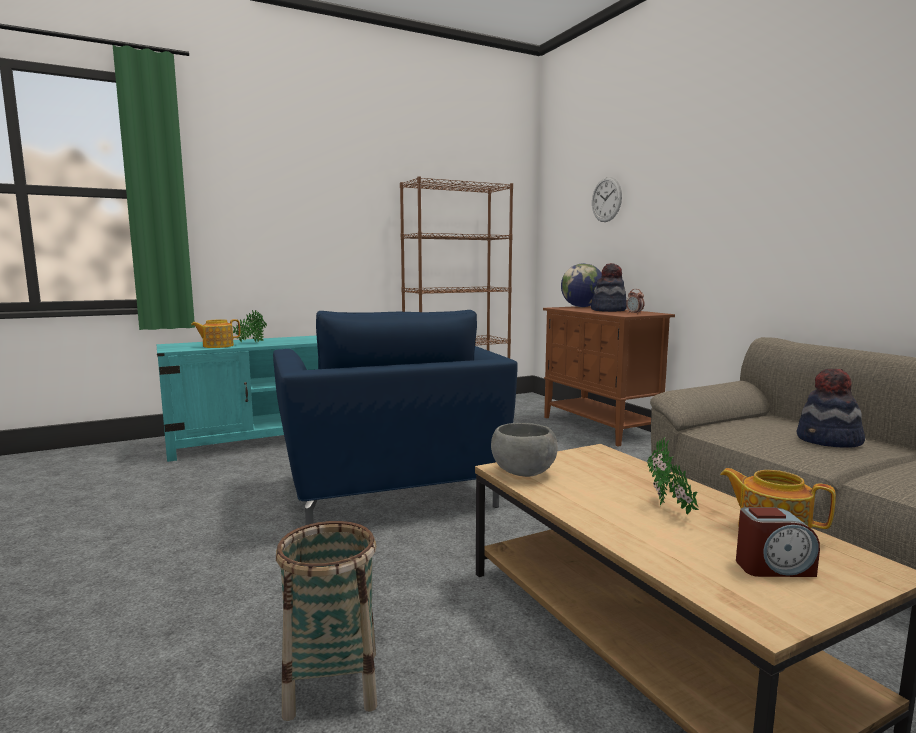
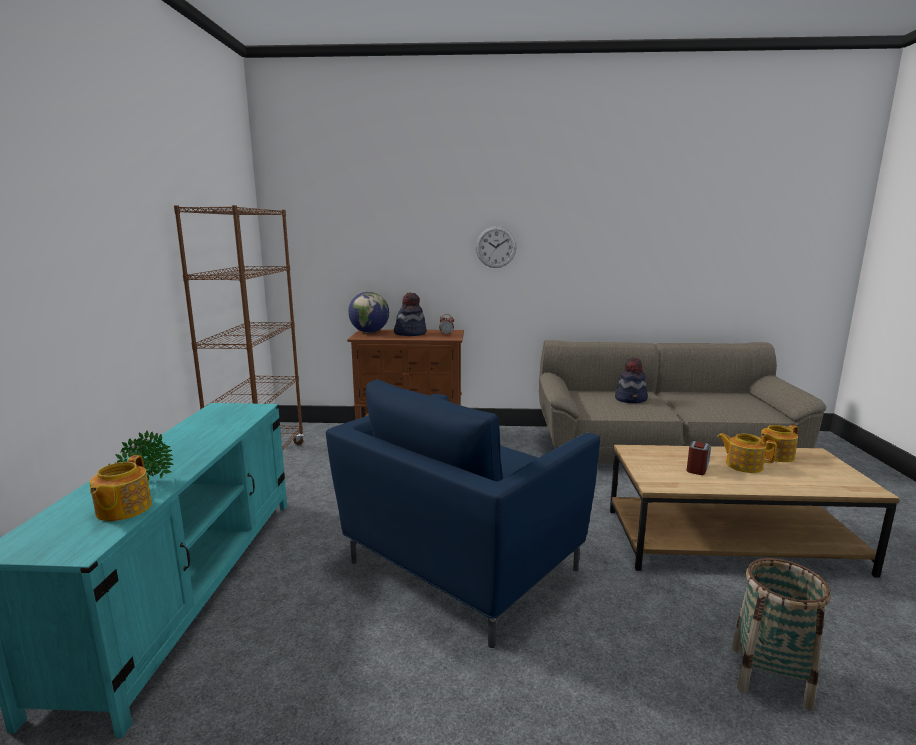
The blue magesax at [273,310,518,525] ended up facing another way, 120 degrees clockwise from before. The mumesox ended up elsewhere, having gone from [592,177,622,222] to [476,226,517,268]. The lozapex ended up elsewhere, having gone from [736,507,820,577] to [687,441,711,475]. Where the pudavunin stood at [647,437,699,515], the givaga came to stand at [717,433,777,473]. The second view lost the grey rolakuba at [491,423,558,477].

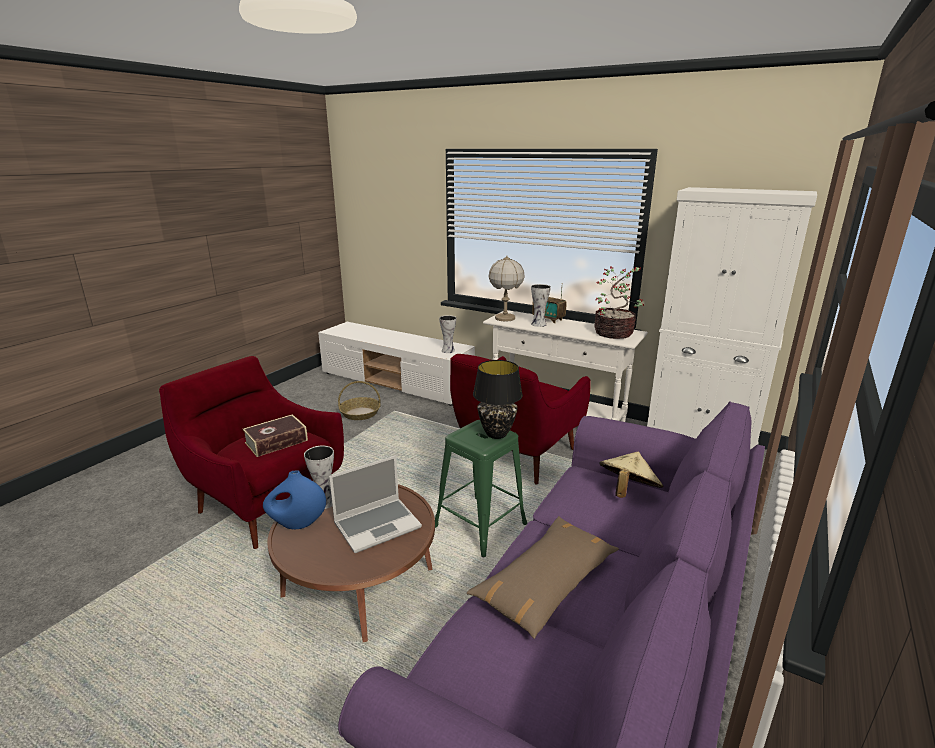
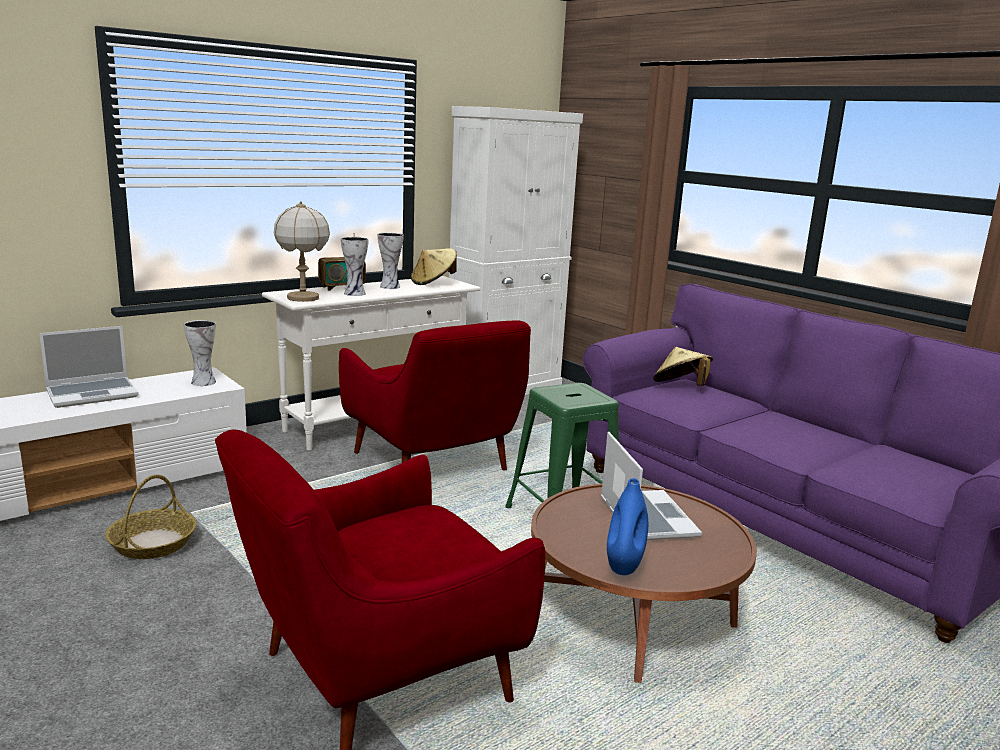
The second view gained the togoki at [39,326,139,408]. The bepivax ended up elsewhere, having gone from [304,446,334,509] to [377,233,404,289]. Where the pudavunin stood at [594,266,644,339], the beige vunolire came to stand at [411,248,457,285]. The second view lost the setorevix at [243,414,308,457]. The second view lost the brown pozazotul at [467,516,619,639]. The second view lost the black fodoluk at [473,360,523,439].

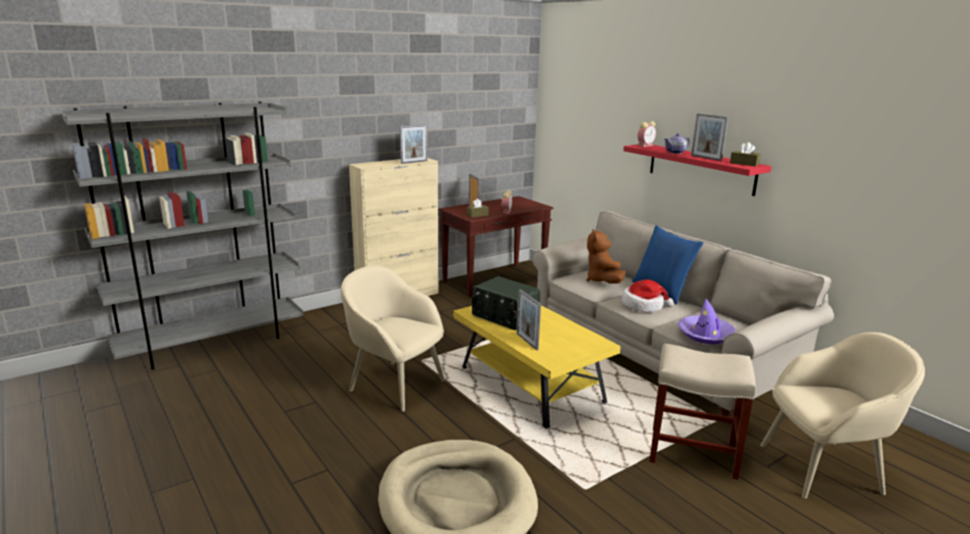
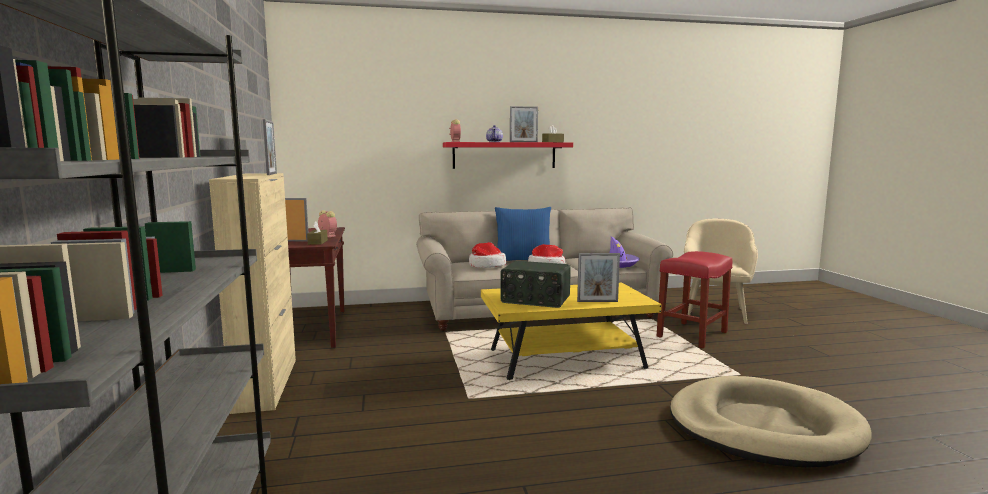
Where the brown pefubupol stood at [587,229,626,284], the vunolire came to stand at [469,242,506,268]. The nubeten at [472,276,541,330] ended up facing another way, 45 degrees clockwise from before. What was the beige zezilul at [649,343,756,480] turned into the red zezilul at [656,251,733,348]. The second view lost the beige magesax at [341,265,445,412].

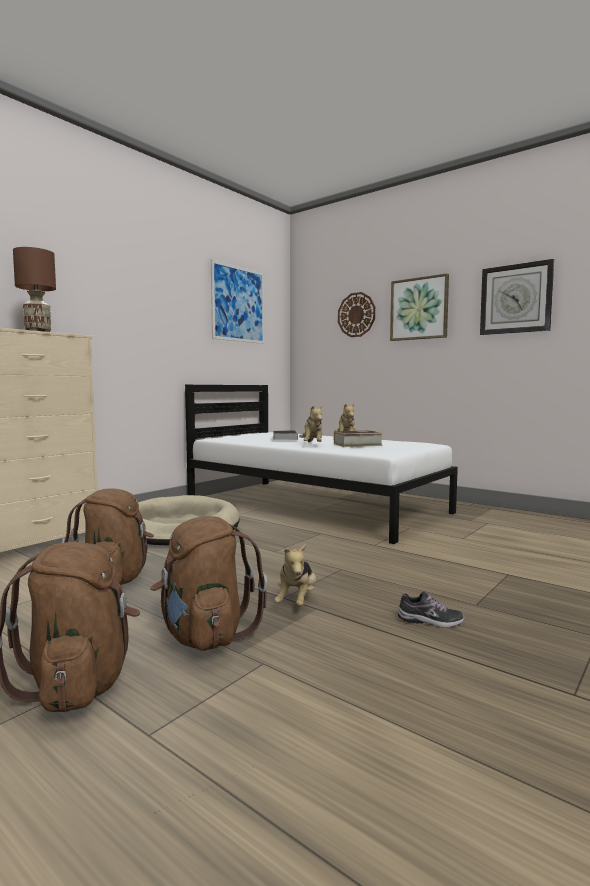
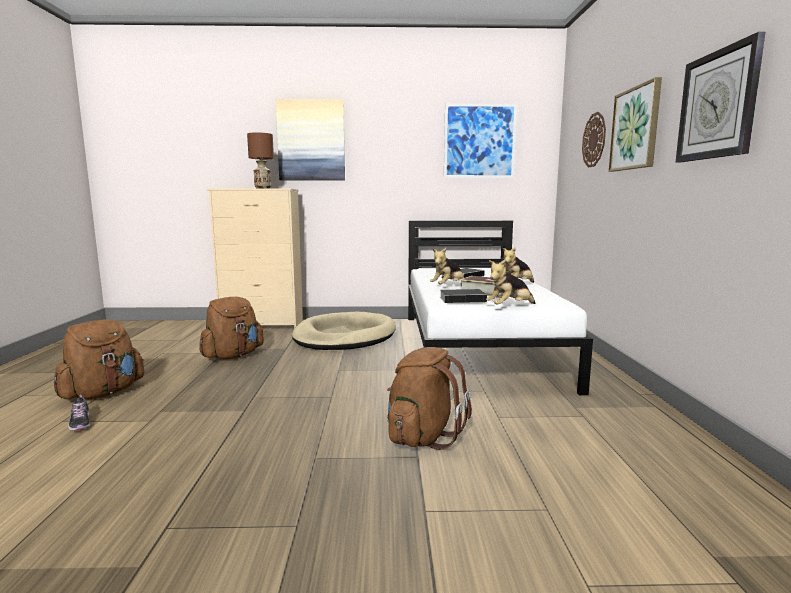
The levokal ended up elsewhere, having gone from [398,591,465,628] to [68,395,90,431]. The second view gained the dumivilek at [276,99,345,181]. The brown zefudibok ended up elsewhere, having gone from [150,516,268,651] to [387,347,472,450]. The second view gained the setorevix at [440,289,492,303]. The pefubupol ended up elsewhere, having gone from [274,544,316,607] to [486,260,535,305].

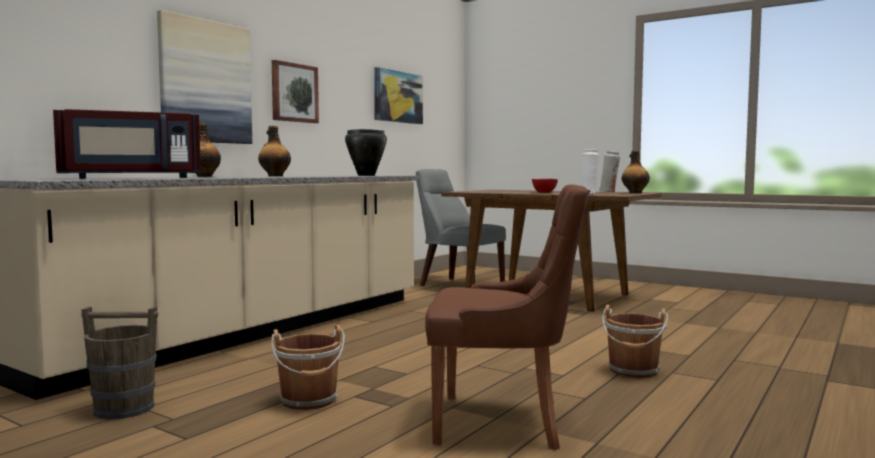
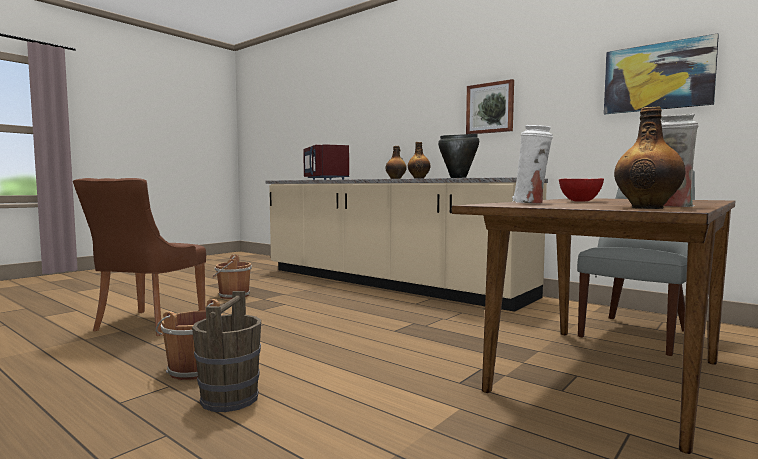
The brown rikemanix ended up elsewhere, having gone from [81,306,158,420] to [192,291,261,412]. The second view lost the dumivilek at [157,10,252,144].

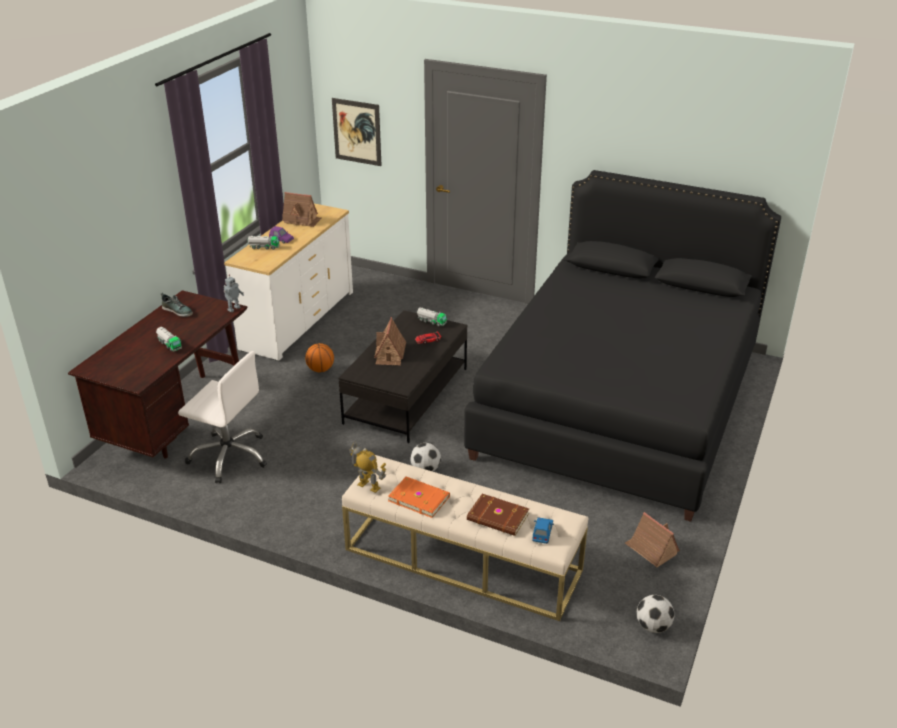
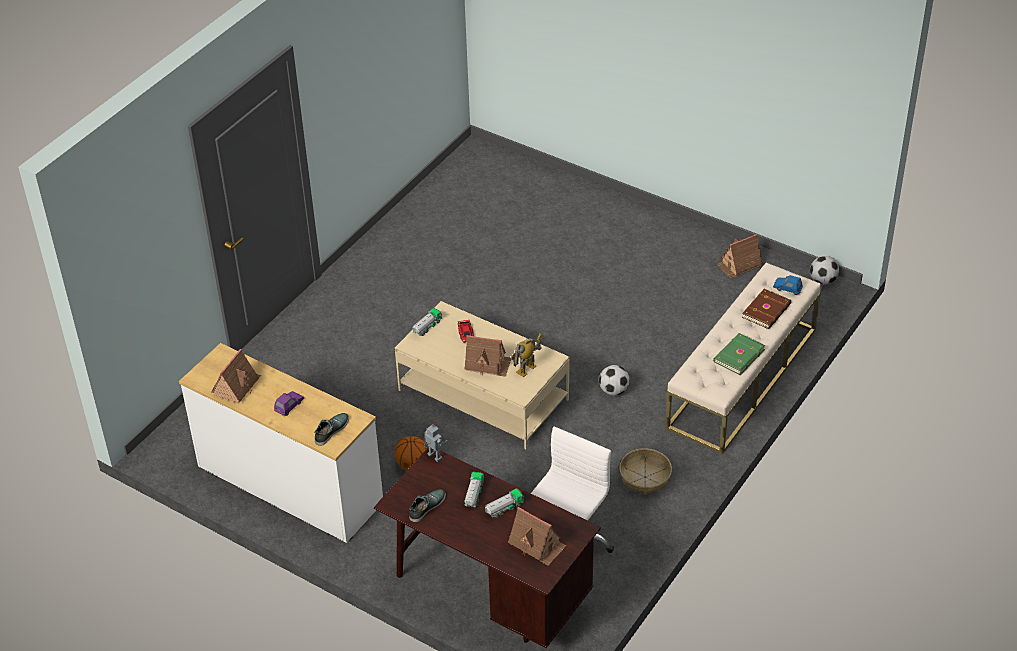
The second view gained the levokal at [314,413,349,446]. What was the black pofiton at [338,310,467,443] turned into the beige pofiton at [395,301,570,450]. The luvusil ended up elsewhere, having gone from [248,235,279,250] to [464,472,485,508]. The second view gained the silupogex at [508,507,566,565]. The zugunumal ended up elsewhere, having gone from [349,442,386,493] to [511,333,543,377]. The second view gained the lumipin at [619,448,672,495]. What was the orange setorevix at [388,476,450,518] turned into the green setorevix at [713,333,765,375]. The second view lost the dumivilek at [332,98,382,166]. The second view lost the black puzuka at [464,170,781,522].

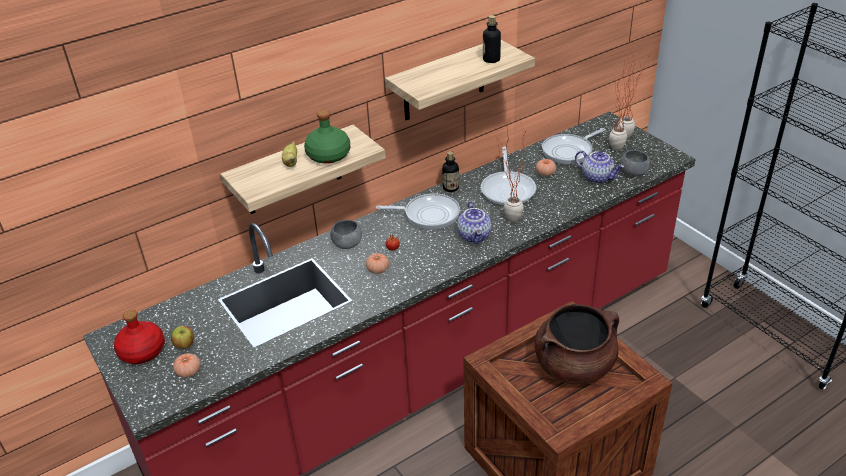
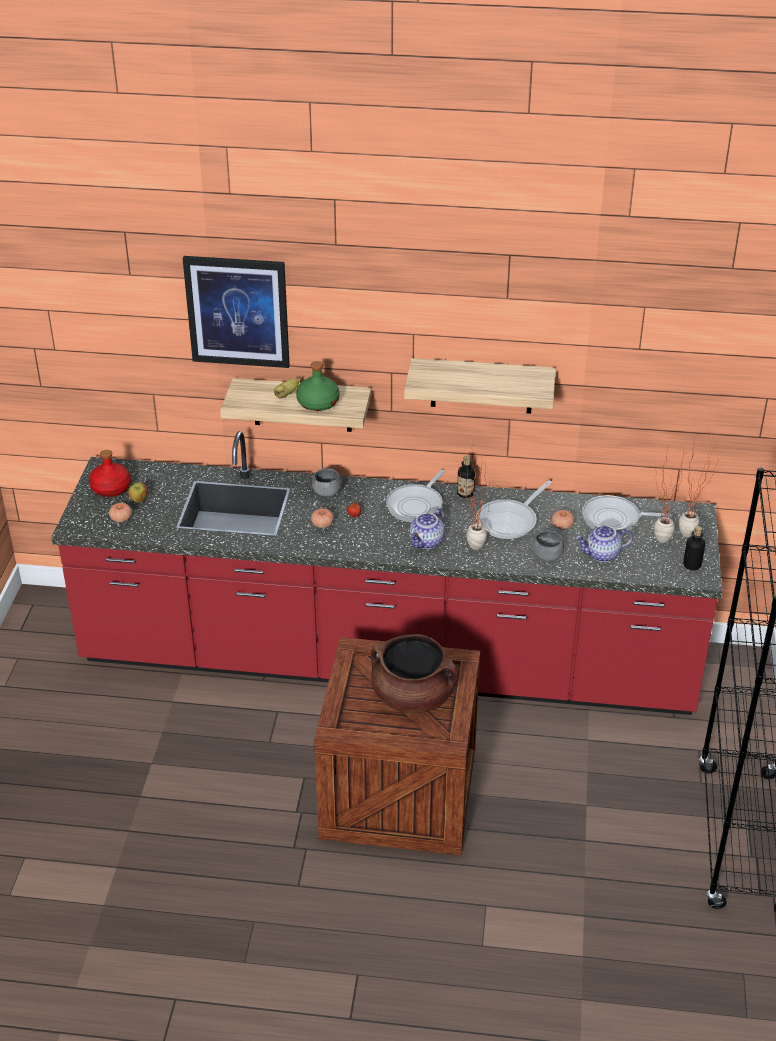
The second view gained the dumivilek at [183,256,290,368]. The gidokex at [376,193,460,230] ended up facing another way, 75 degrees clockwise from before. The grey rolakuba ended up elsewhere, having gone from [621,150,650,176] to [532,530,564,561]. The givaga at [575,150,624,184] ended up facing another way, 90 degrees clockwise from before. The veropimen ended up elsewhere, having gone from [483,15,501,63] to [683,526,705,570].

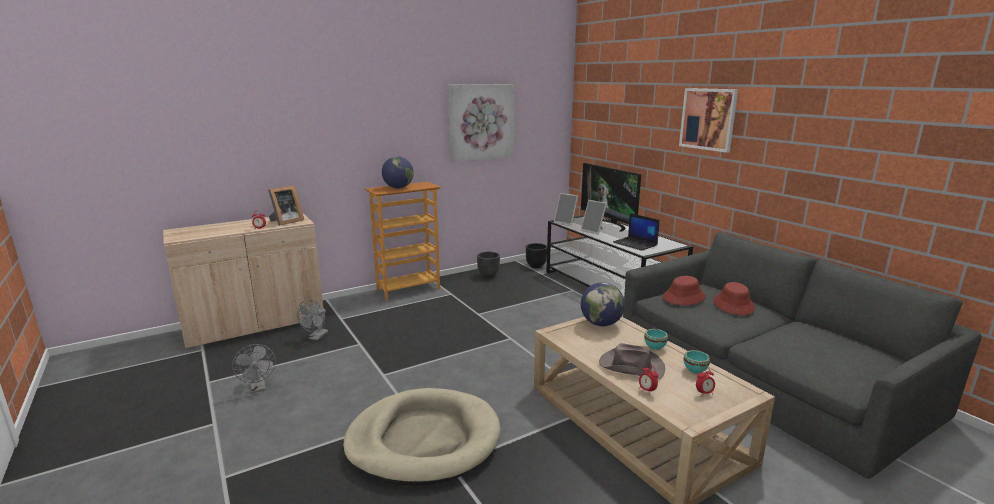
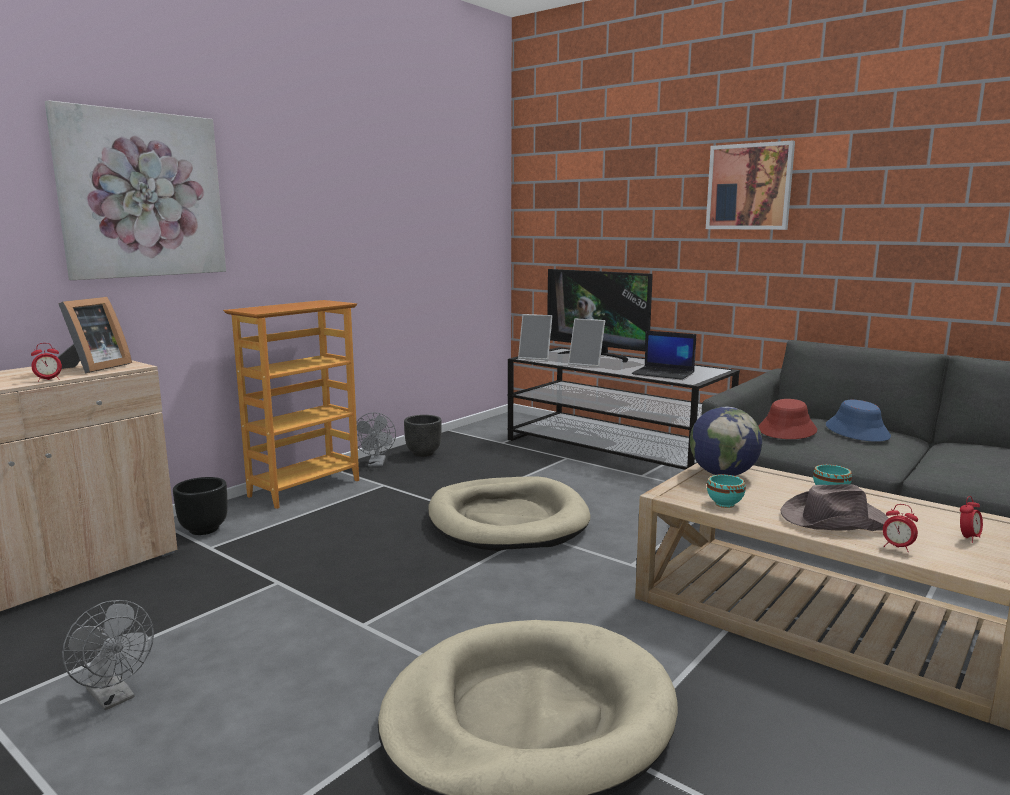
The dumivilek ended up elsewhere, having gone from [448,84,515,162] to [45,100,226,280]. The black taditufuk ended up elsewhere, having gone from [526,243,547,268] to [173,477,228,535]. The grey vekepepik ended up elsewhere, having gone from [297,300,328,340] to [356,412,396,467]. The second view gained the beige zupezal at [428,476,590,551]. The turquoise rolakuba ended up elsewhere, having gone from [684,350,710,374] to [707,474,746,508]. What was the red vunolire at [713,282,755,315] turned into the blue vunolire at [826,400,891,442]. The second view lost the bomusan at [382,157,414,188].

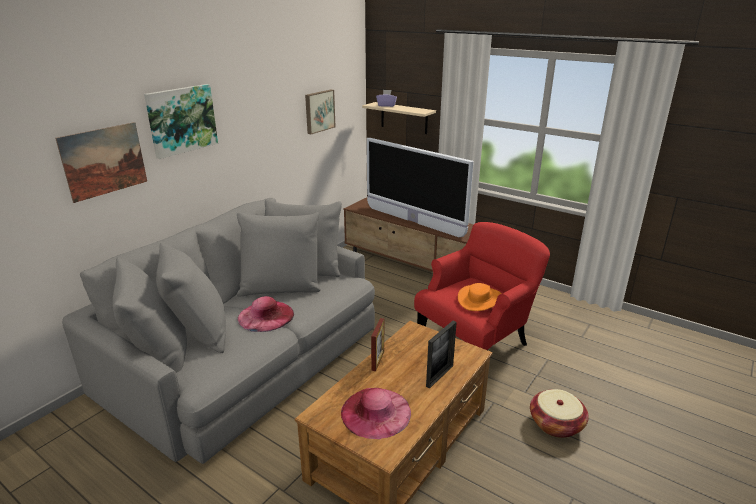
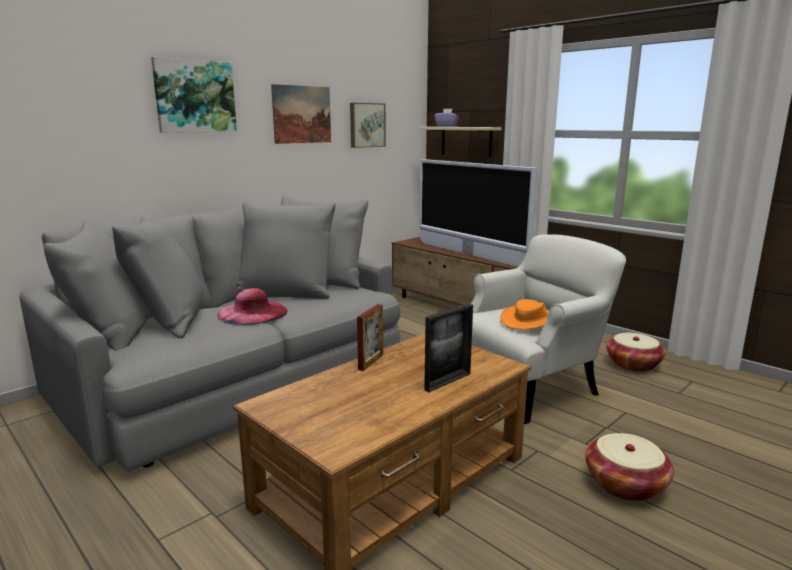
The dumivilek ended up elsewhere, having gone from [55,122,147,203] to [271,84,331,144]. What was the red magesax at [414,222,550,350] turned into the white magesax at [471,234,626,424]. The second view gained the lumipin at [606,333,665,372]. The second view lost the pink vunolire at [341,388,411,439].

